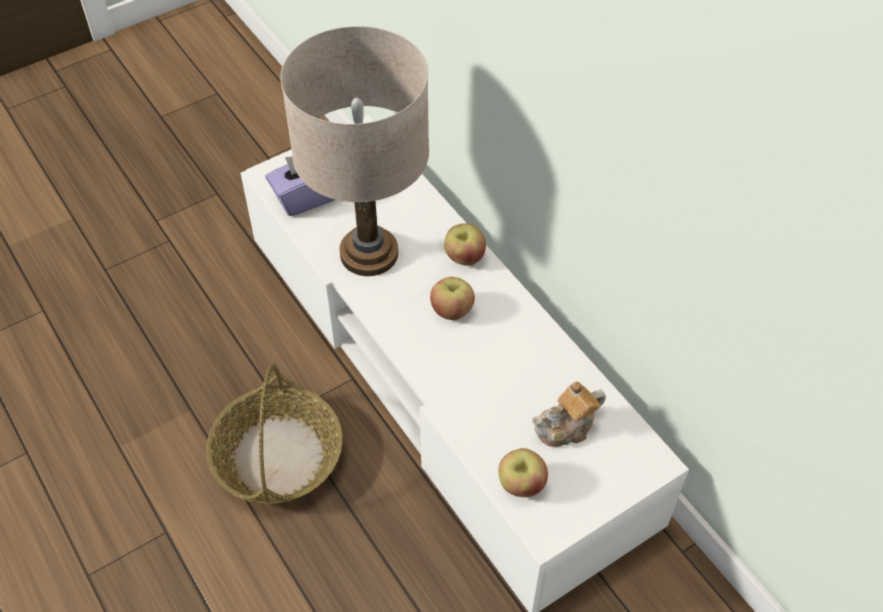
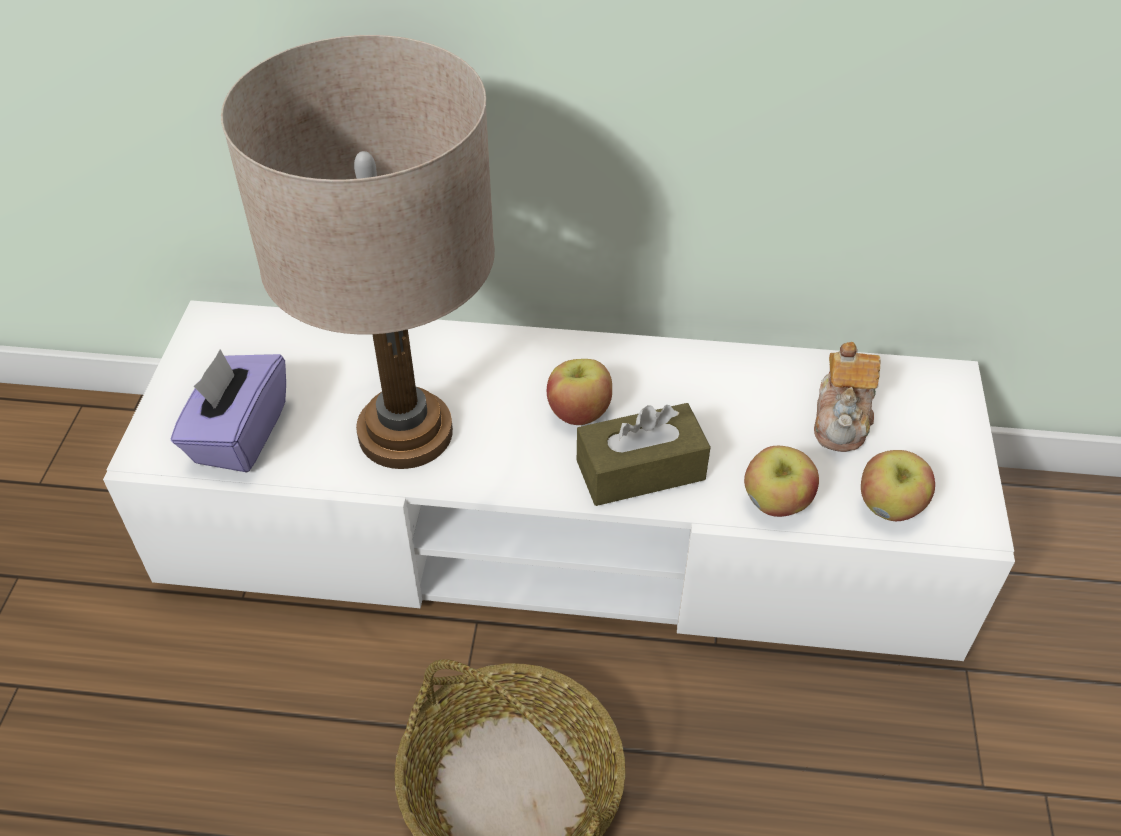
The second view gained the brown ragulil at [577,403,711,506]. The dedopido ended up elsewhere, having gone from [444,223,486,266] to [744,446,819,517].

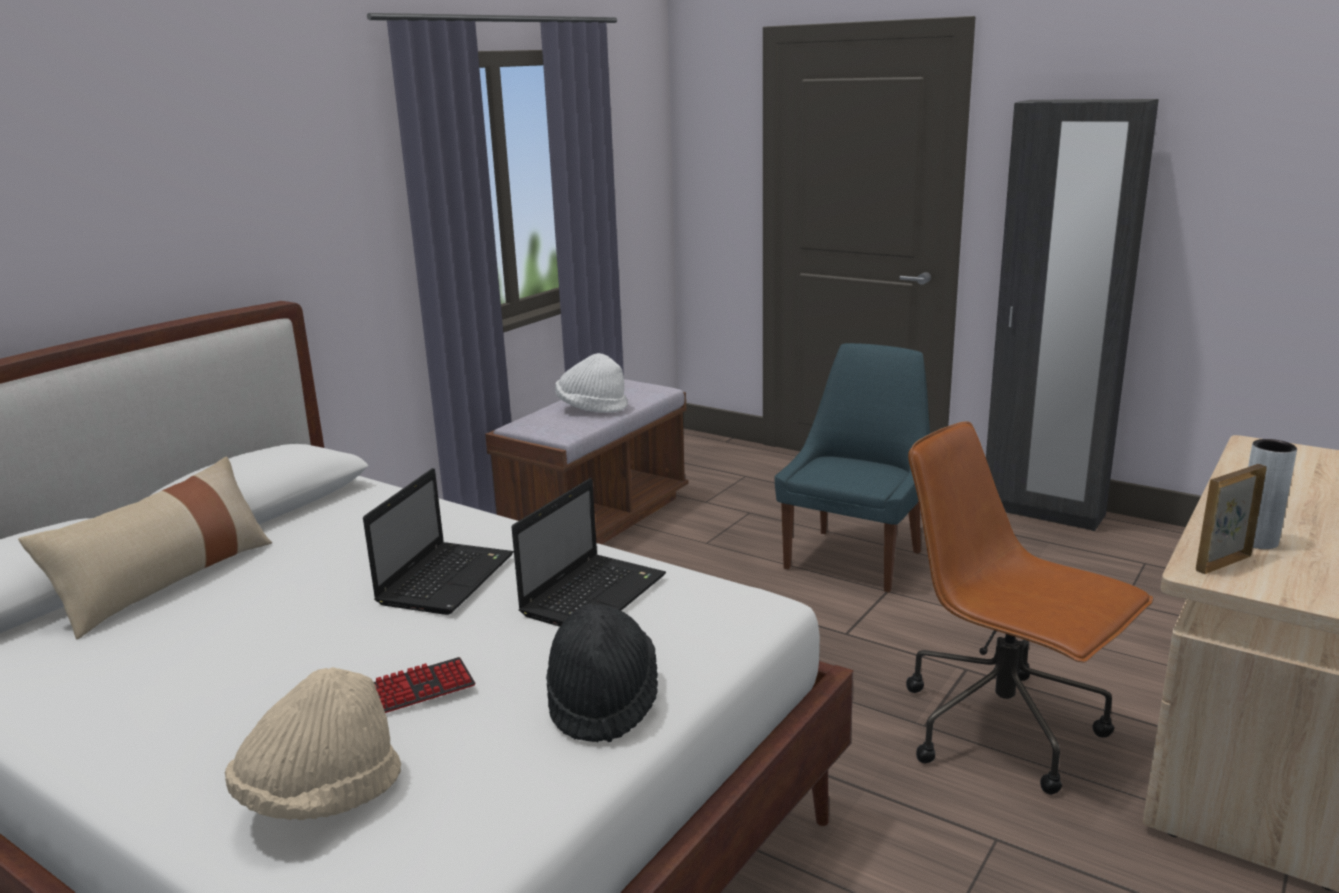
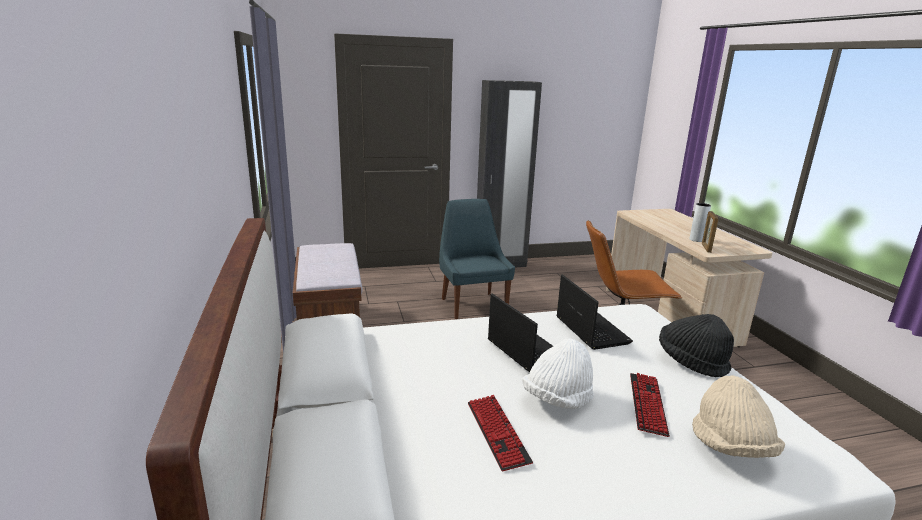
The second view gained the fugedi at [468,395,533,471]. The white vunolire ended up elsewhere, having gone from [555,353,628,413] to [522,339,594,409]. The second view lost the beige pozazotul at [18,456,272,640].

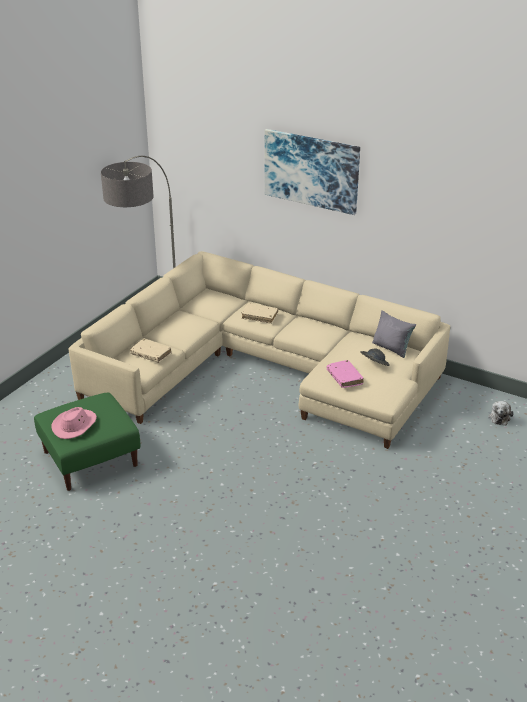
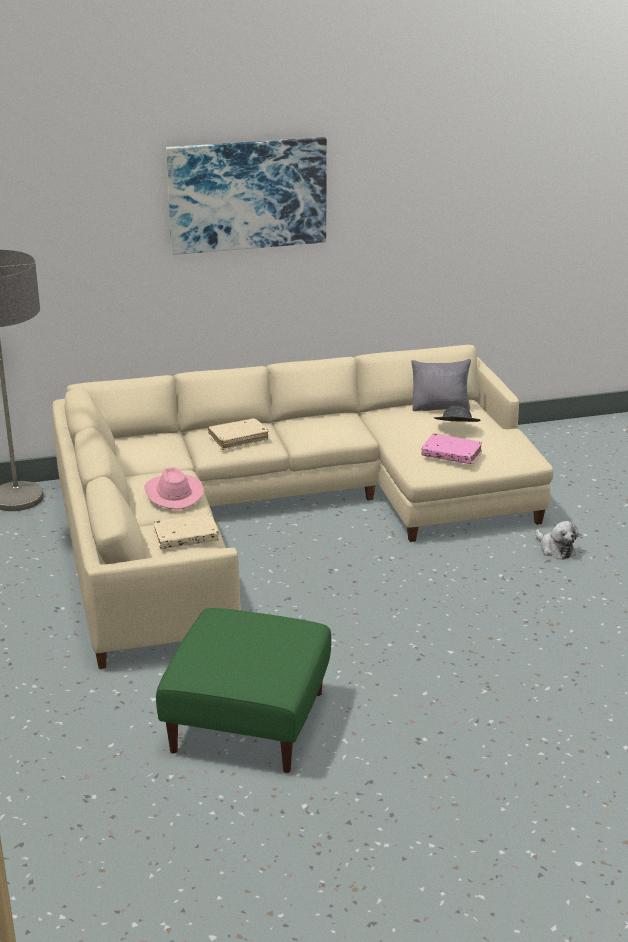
The pink vunolire ended up elsewhere, having gone from [51,407,97,439] to [144,468,204,509]. The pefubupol ended up elsewhere, having gone from [488,401,514,425] to [535,521,579,560].

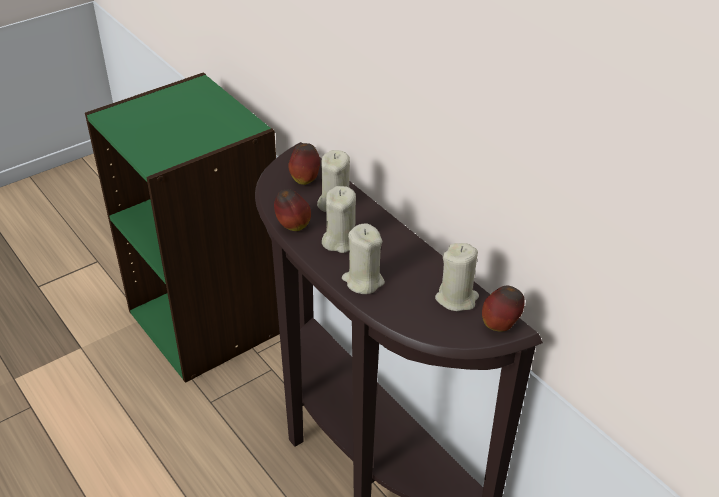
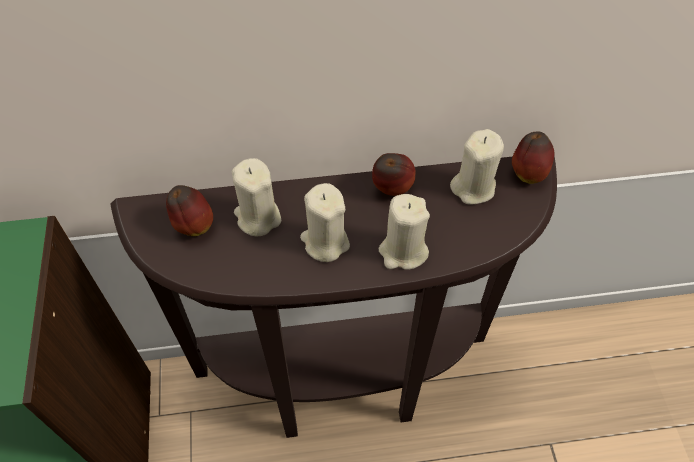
The dedopido ended up elsewhere, having gone from [274,190,311,231] to [372,153,416,196].

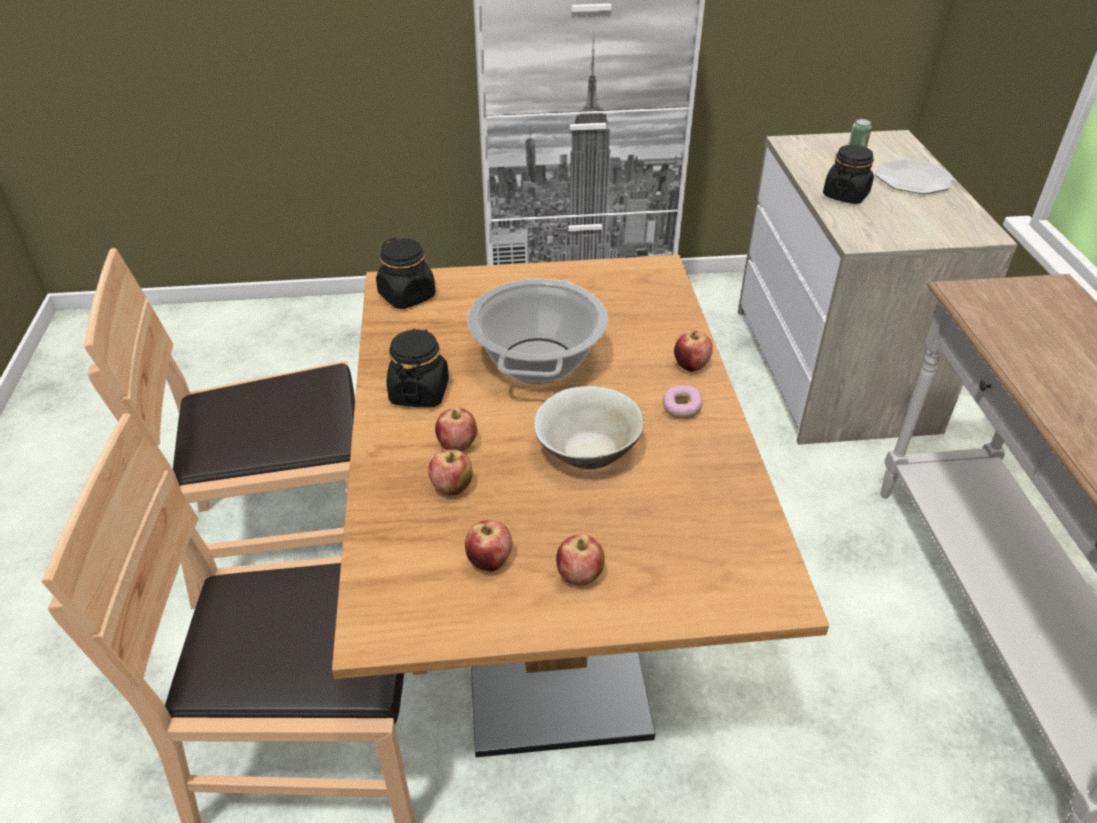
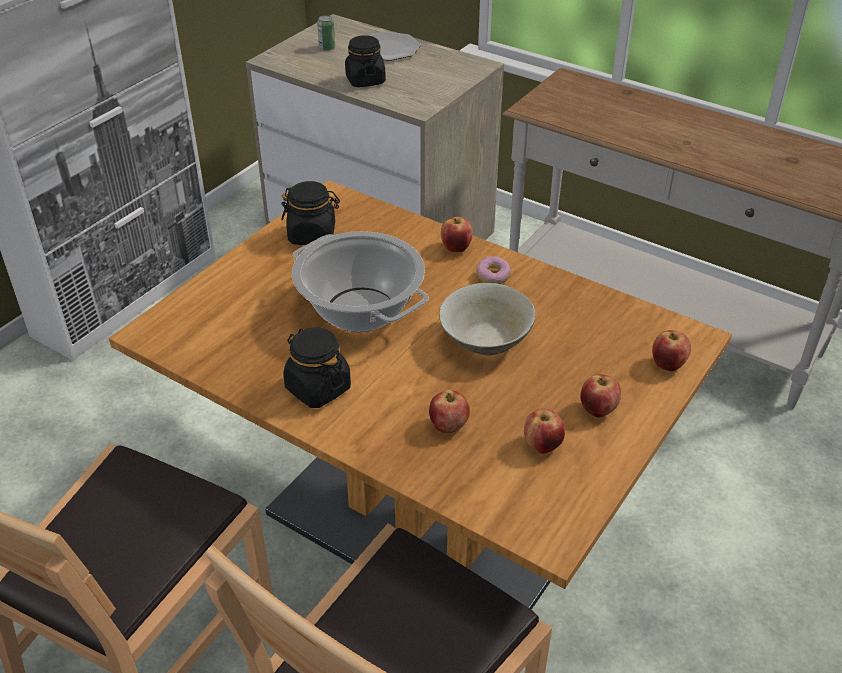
The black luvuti ended up elsewhere, having gone from [376,238,436,309] to [281,181,340,245]. The dedopido ended up elsewhere, having gone from [435,407,477,452] to [652,330,691,371].

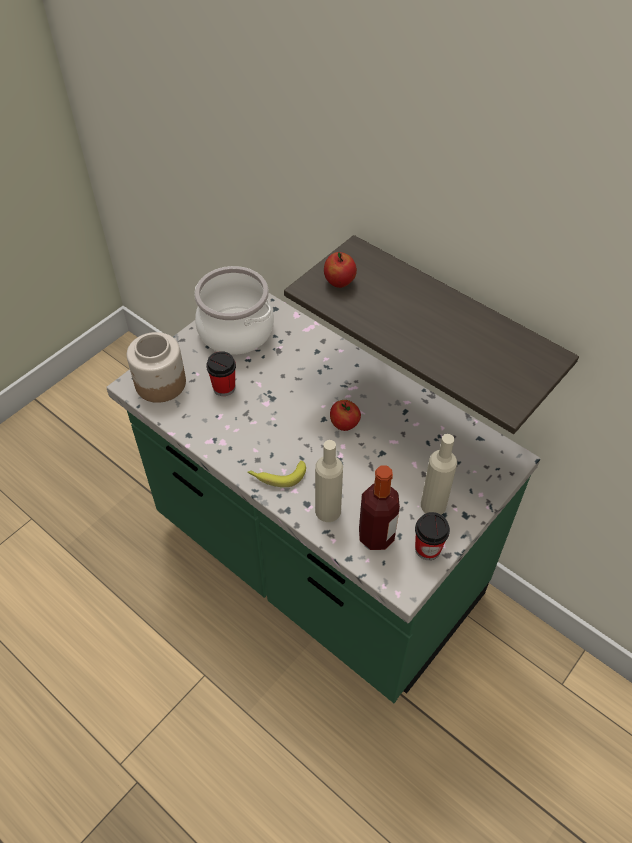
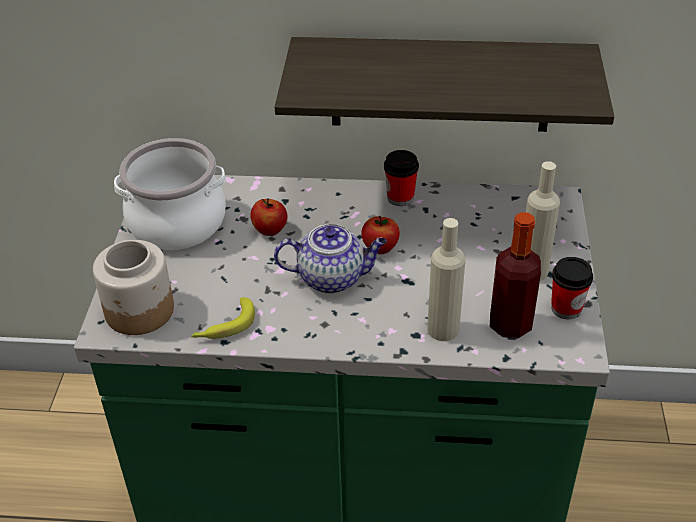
The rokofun ended up elsewhere, having gone from [247,461,306,487] to [191,297,255,339]. The dedopido ended up elsewhere, having gone from [324,252,357,288] to [250,198,288,236]. The second view gained the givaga at [274,224,387,294]. The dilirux ended up elsewhere, having gone from [206,351,236,396] to [384,150,419,206].

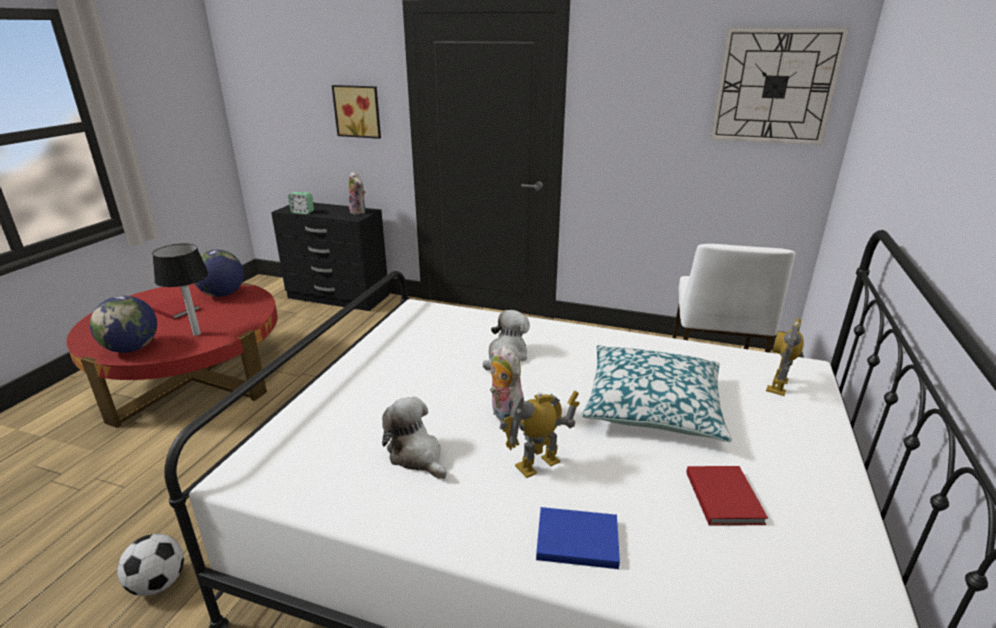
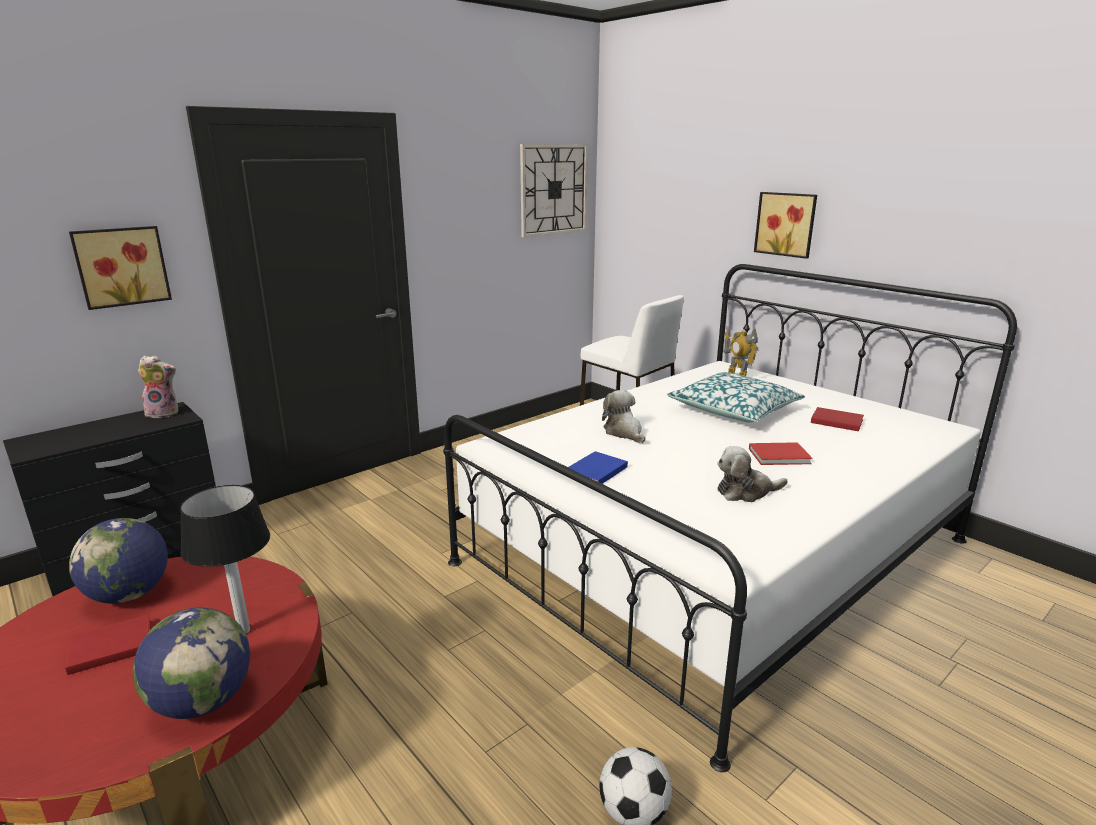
The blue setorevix ended up elsewhere, having gone from [536,507,620,569] to [568,451,628,484]. Where the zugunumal stood at [500,391,580,478], the red setorevix came to stand at [749,442,812,465]. The second view gained the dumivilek at [754,192,817,259]. The second view lost the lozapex at [288,192,314,214]. The second view lost the pefubupol at [490,345,524,424].

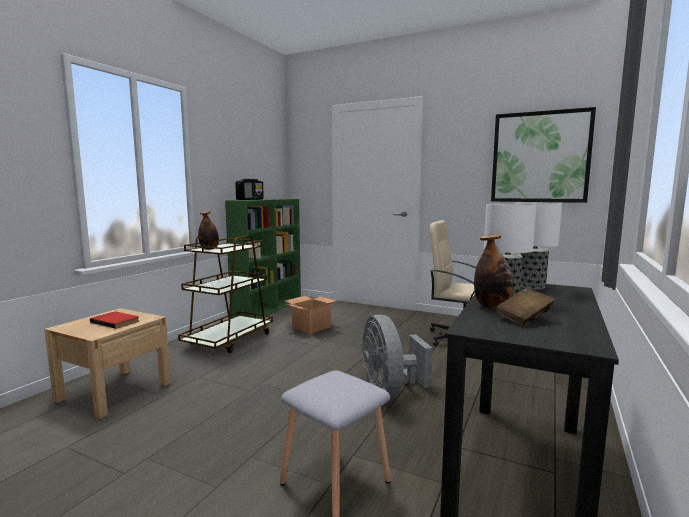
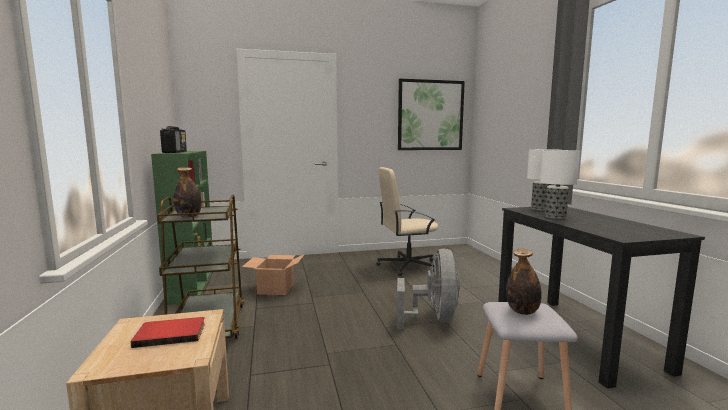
The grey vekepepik at [362,315,433,399] ended up facing another way, 120 degrees counterclockwise from before. The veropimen ended up elsewhere, having gone from [474,234,513,308] to [506,249,542,315]. The second view lost the brown setorevix at [495,288,556,326].

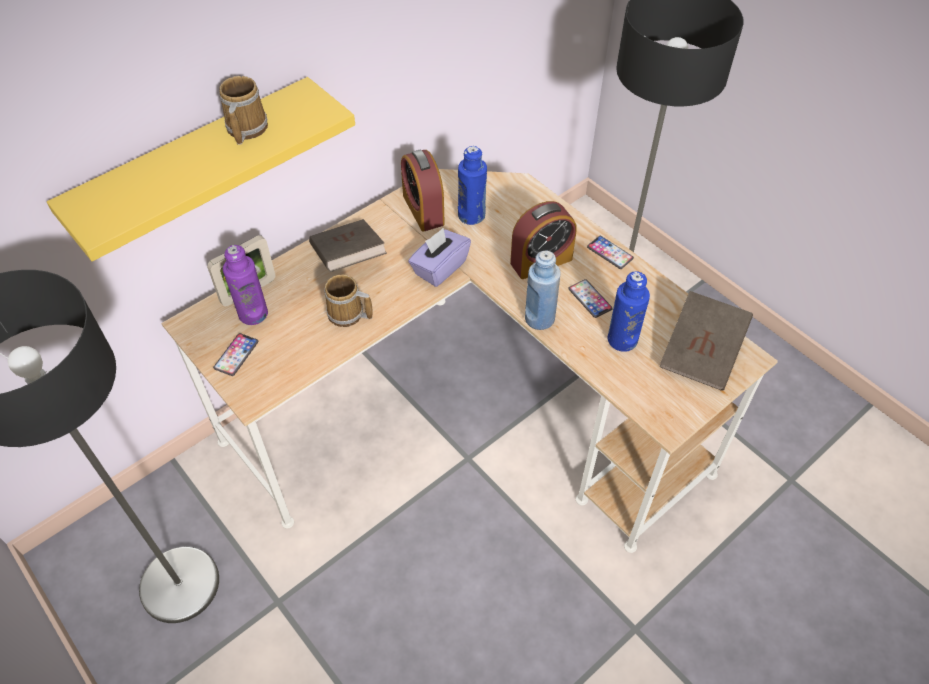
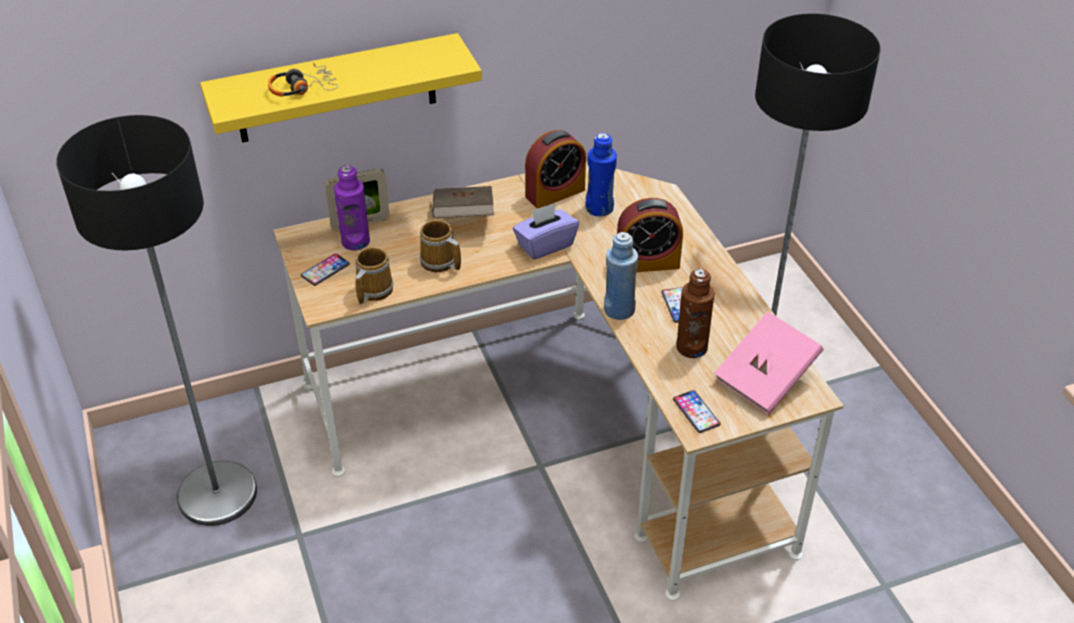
The second view gained the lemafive at [268,63,338,97]. The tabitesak ended up elsewhere, having gone from [219,76,268,145] to [355,247,394,304]. The lozapex at [401,150,445,232] ended up facing another way, 120 degrees counterclockwise from before. The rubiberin ended up elsewhere, having gone from [587,236,634,269] to [673,390,720,433]. What was the blue veropimen at [607,271,650,352] turned into the brown veropimen at [676,268,715,358]. What was the brown setorevix at [660,291,753,390] turned into the pink setorevix at [714,311,823,415].

